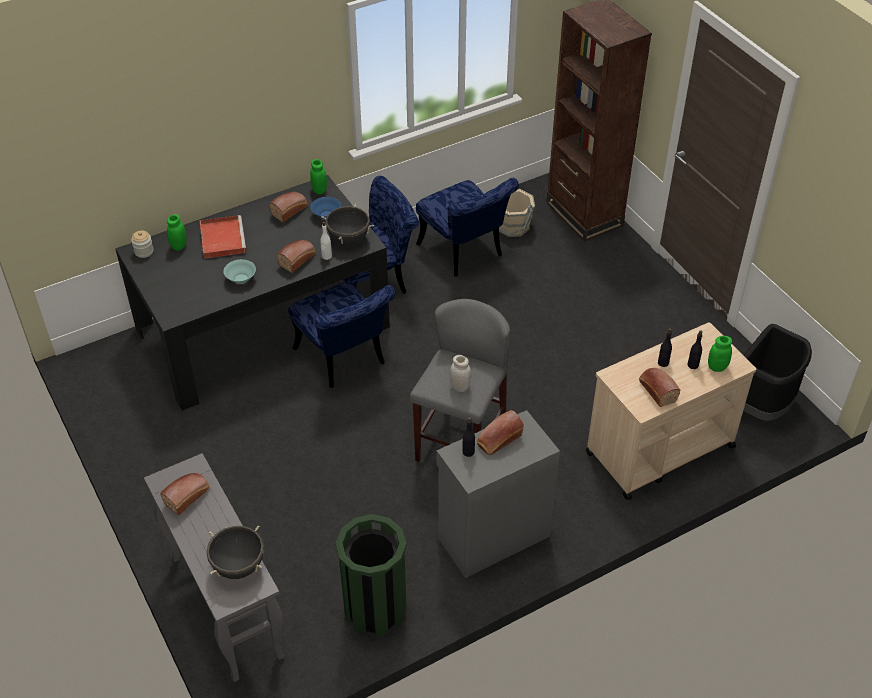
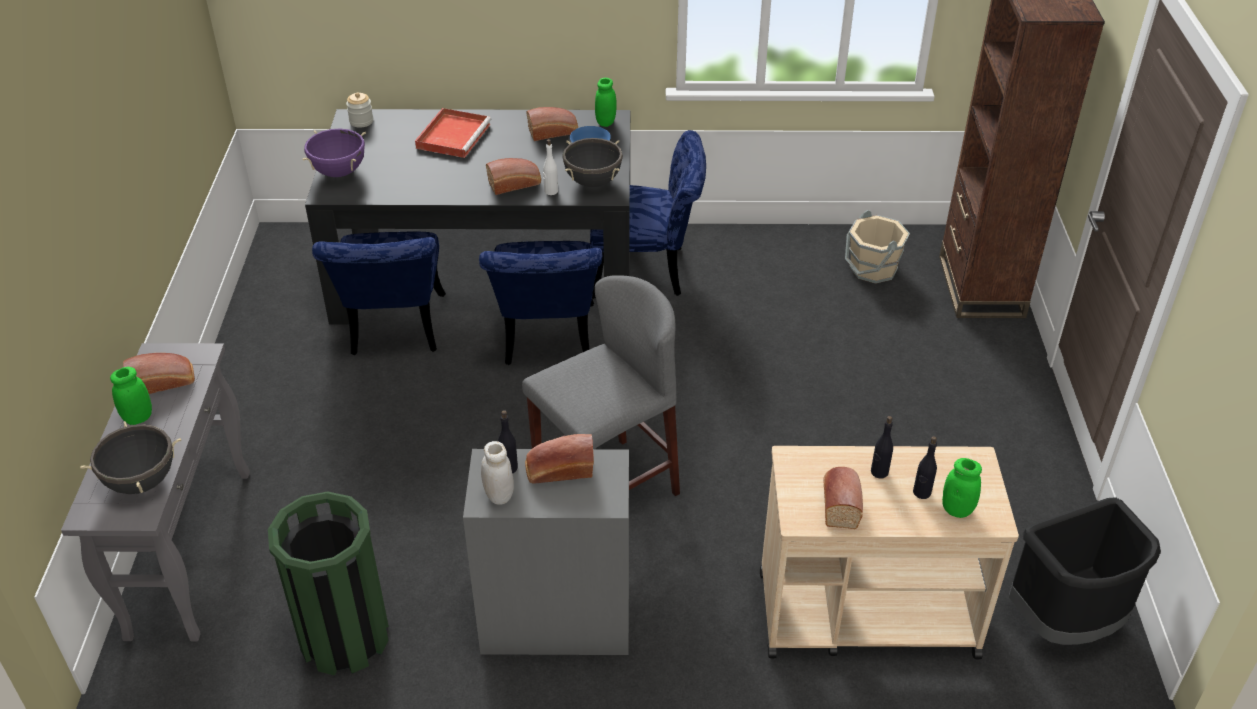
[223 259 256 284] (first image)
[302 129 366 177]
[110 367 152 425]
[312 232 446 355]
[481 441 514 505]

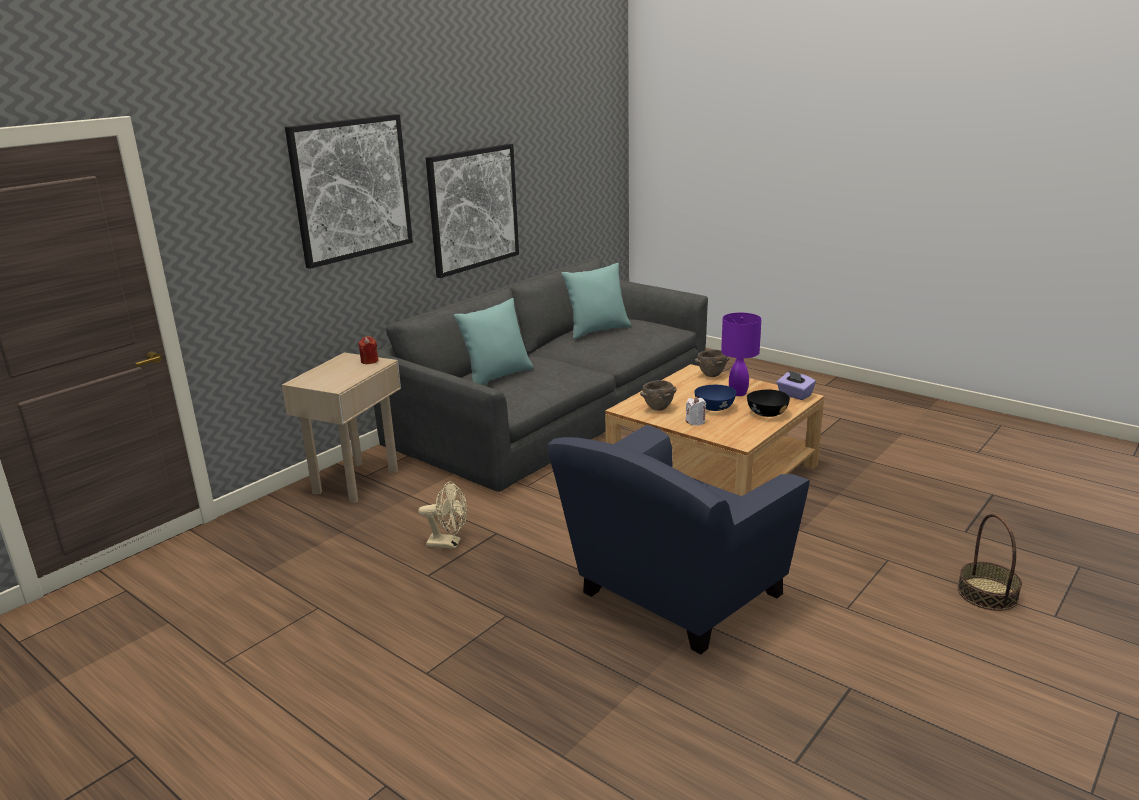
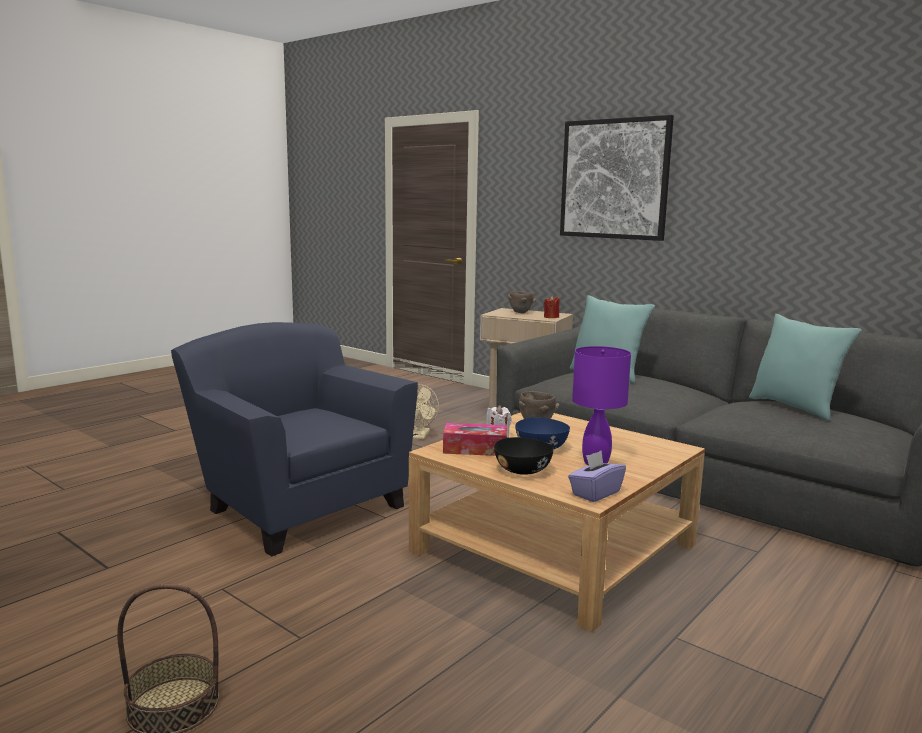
[426 144 519 278] (first image)
[443 423 507 456]
[508 291 536 314]

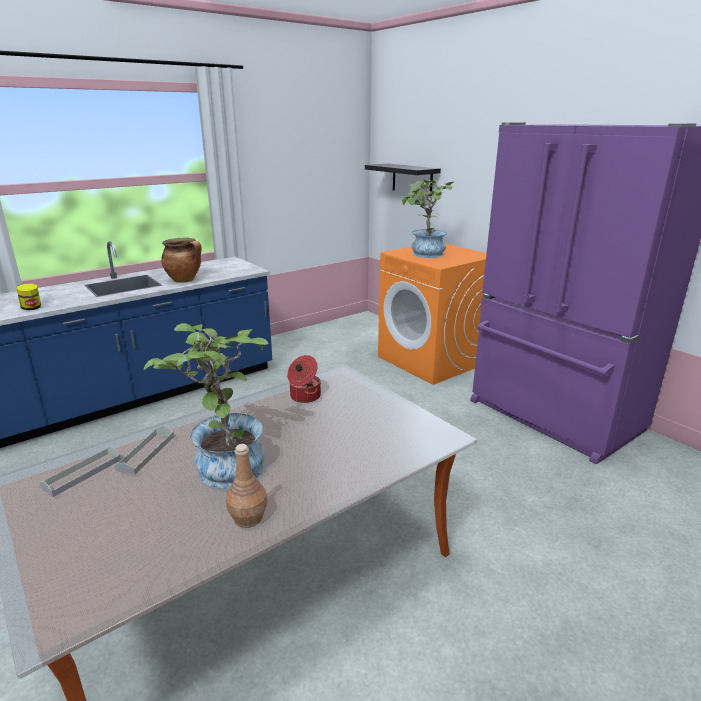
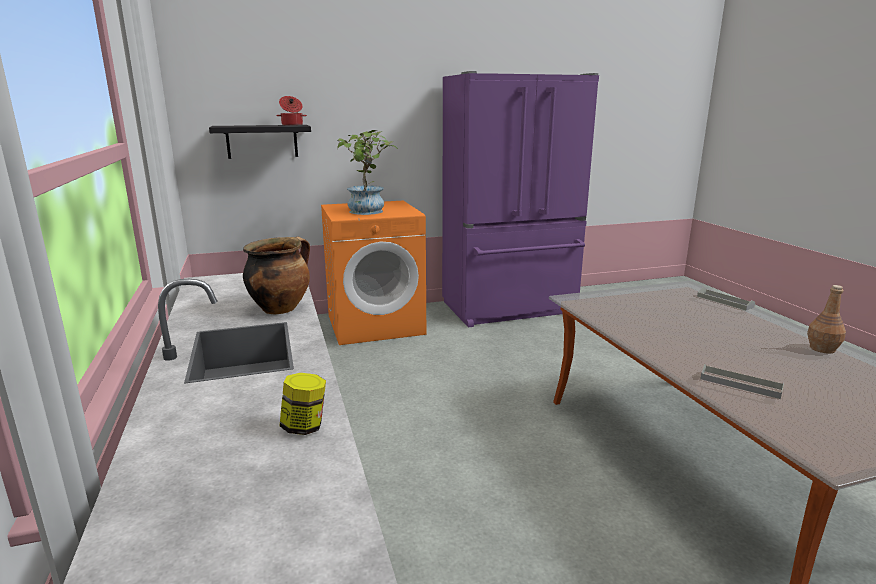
[143 323 268 489] (first image)
[697 287 755 310]
[276 96 307 126]

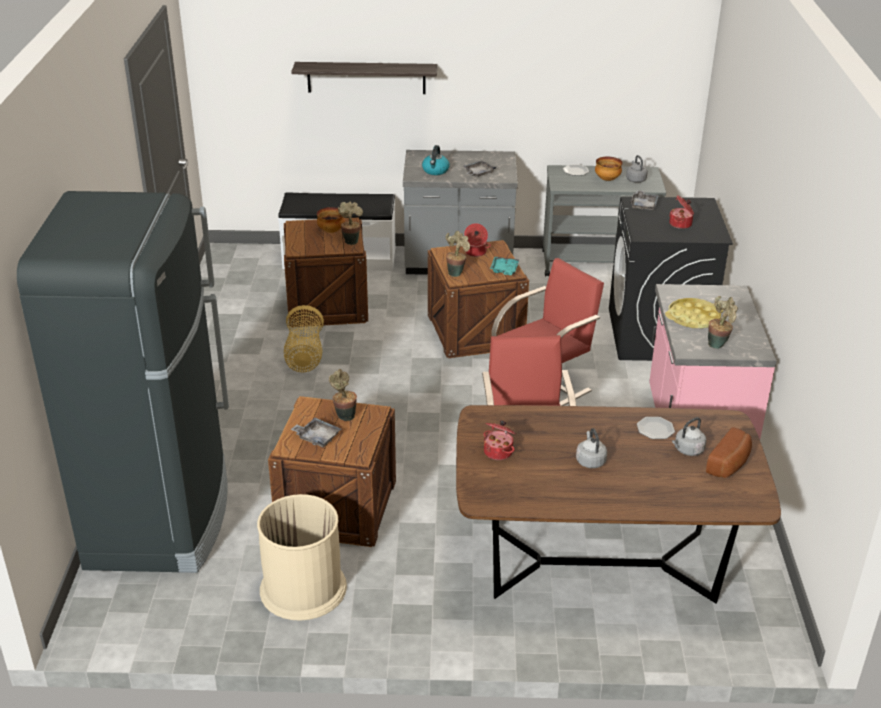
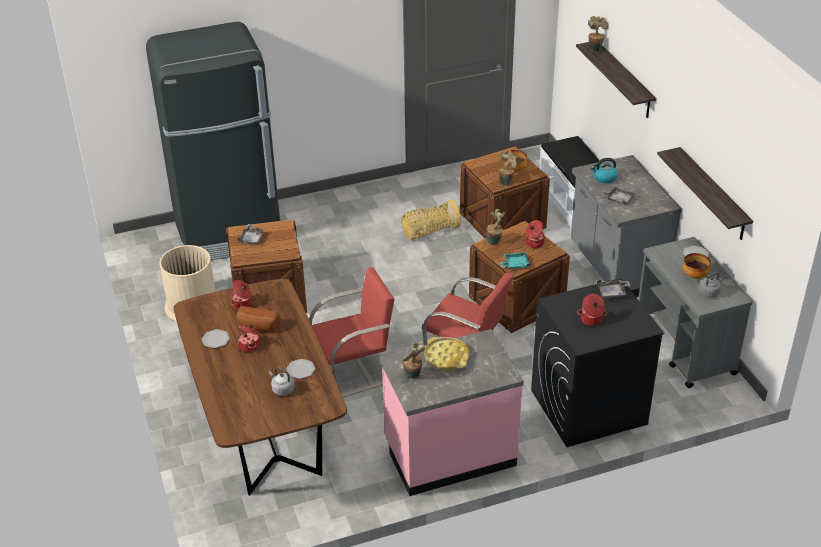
[201 329 230 348]
[657 147 753 240]
[588 16 609 53]
[236 306 280 332]
[237 324 260 352]

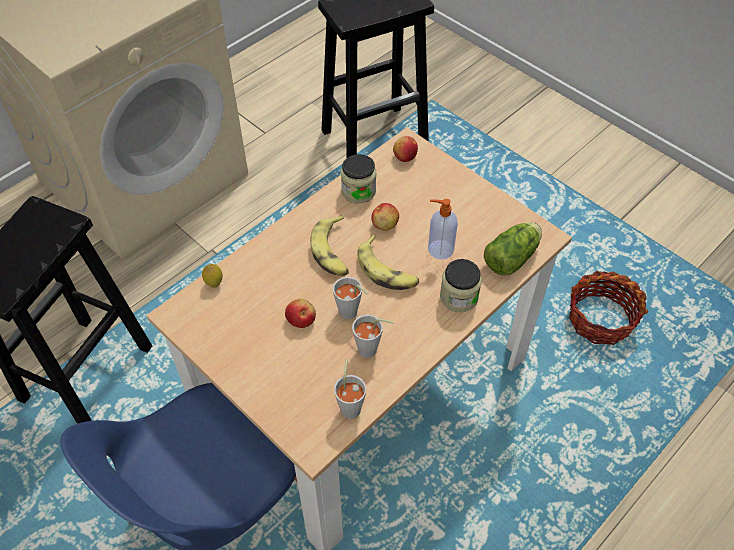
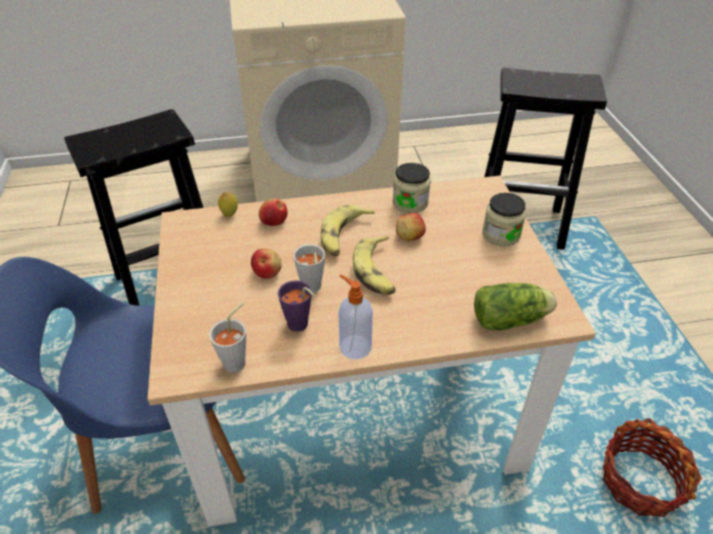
[259 198 288 226]
[338 274 373 360]
[482 193 526 247]
[278 280 316 332]

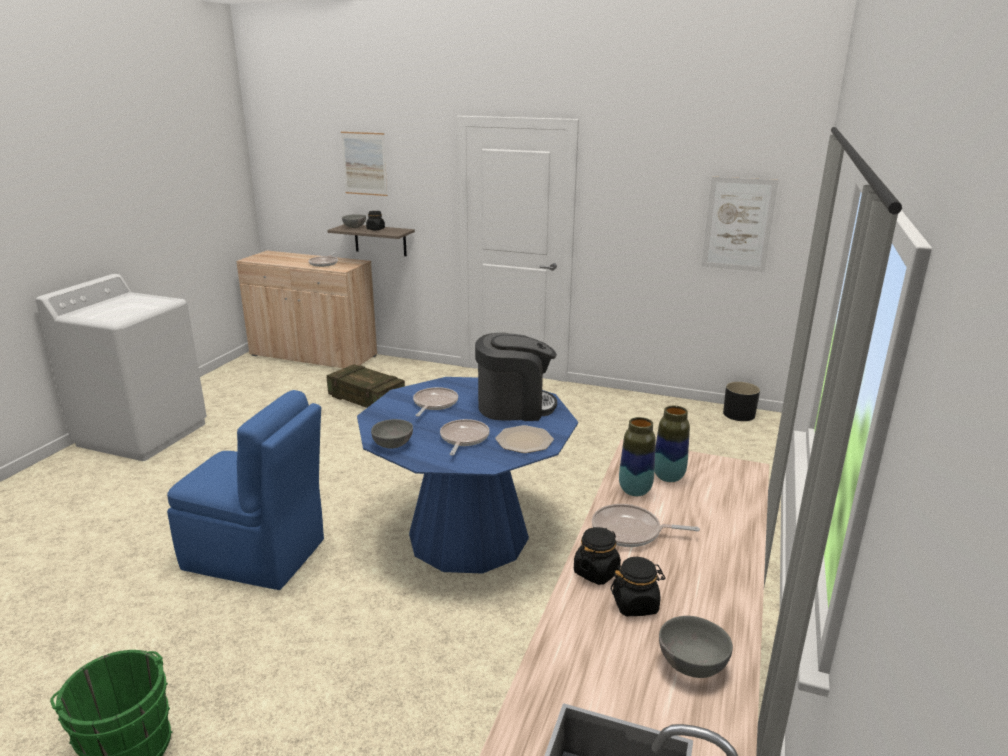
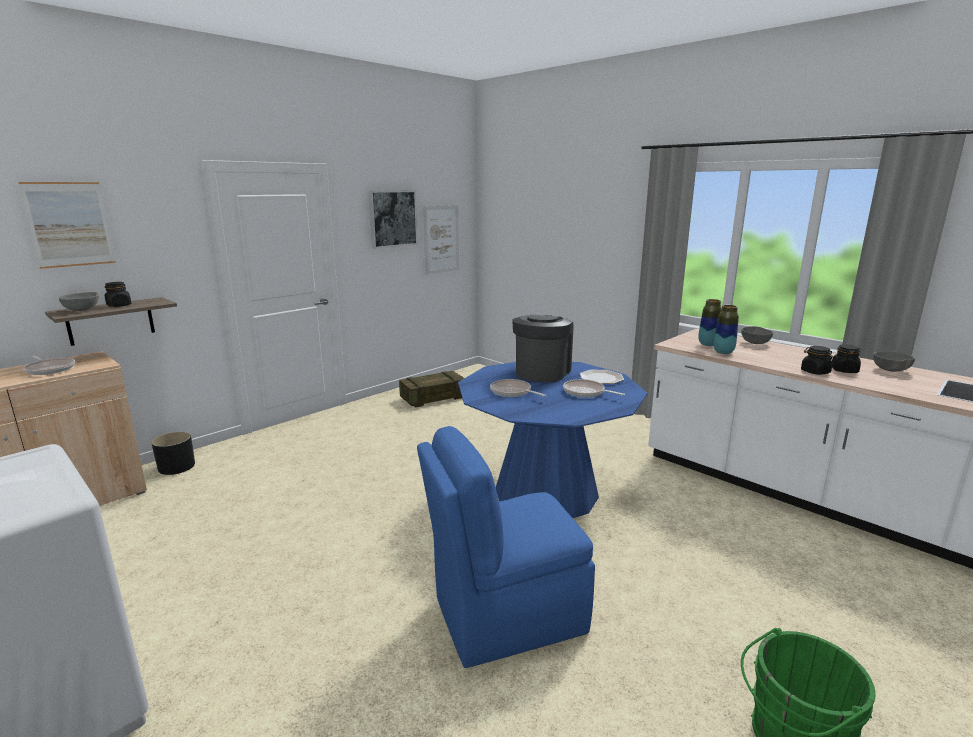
[592 504 700 547] (first image)
[368 190 418 249]
[399 371 464 408]
[741 326 773 344]
[151 432 195 475]
[417 426 595 668]

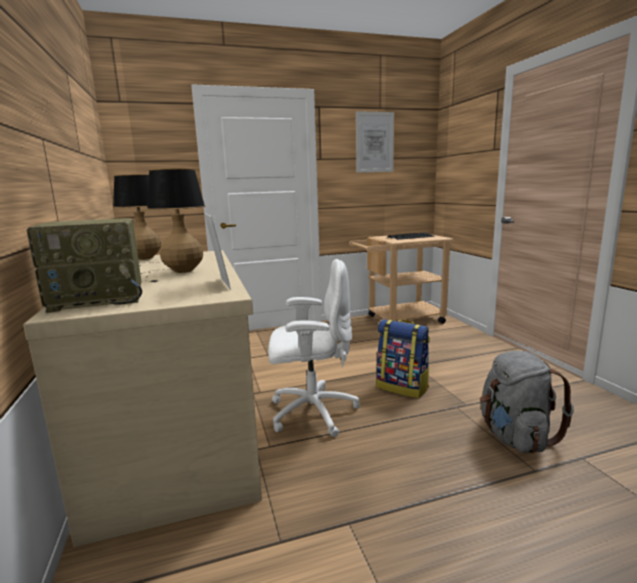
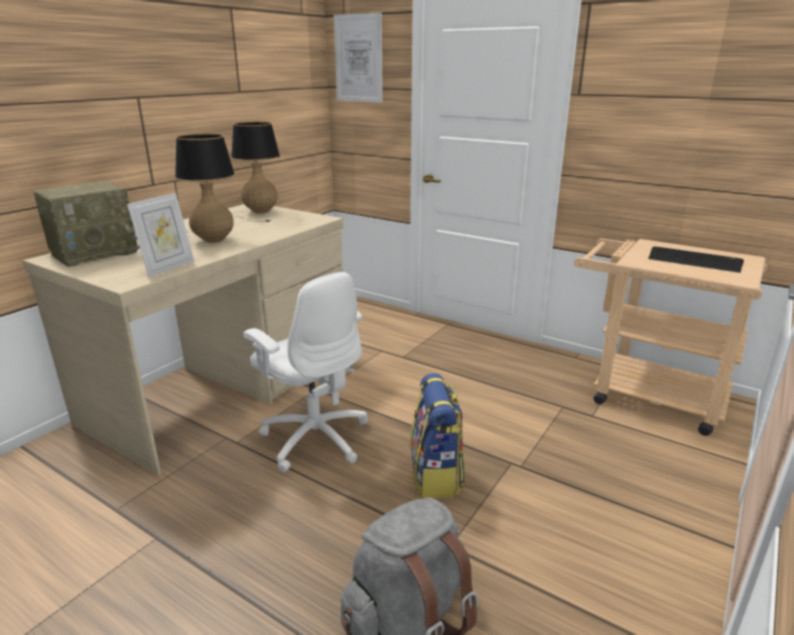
[334 12 383 103]
[33 181 140 267]

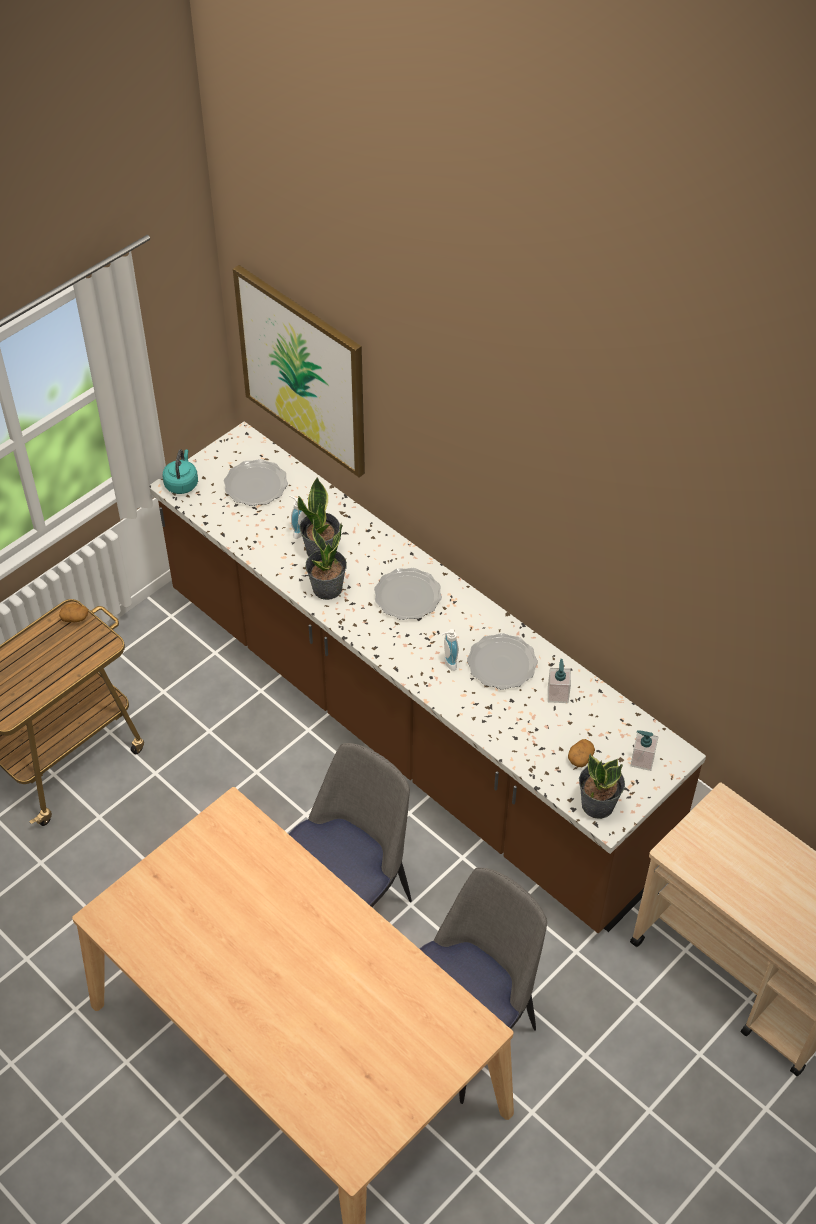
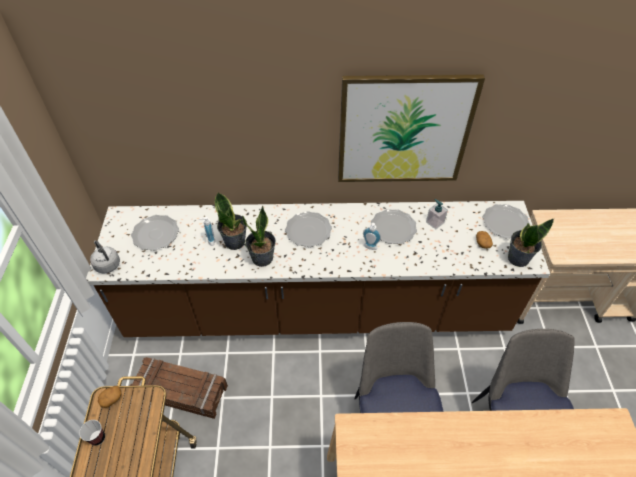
[79 420 105 446]
[130 357 228 419]
[338 74 485 182]
[483 204 530 238]
[90 240 120 274]

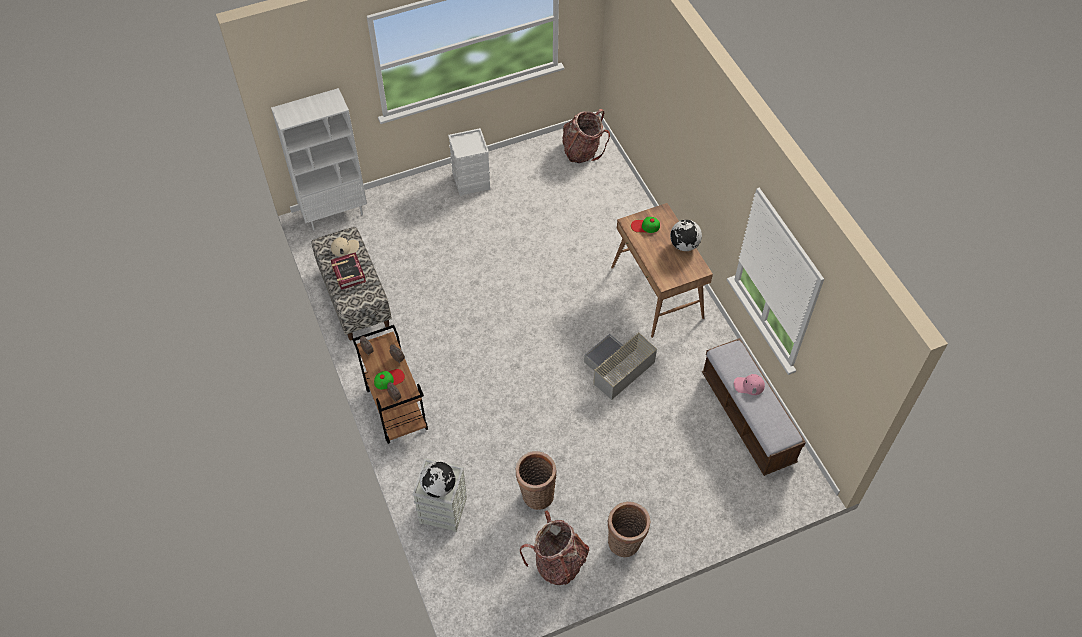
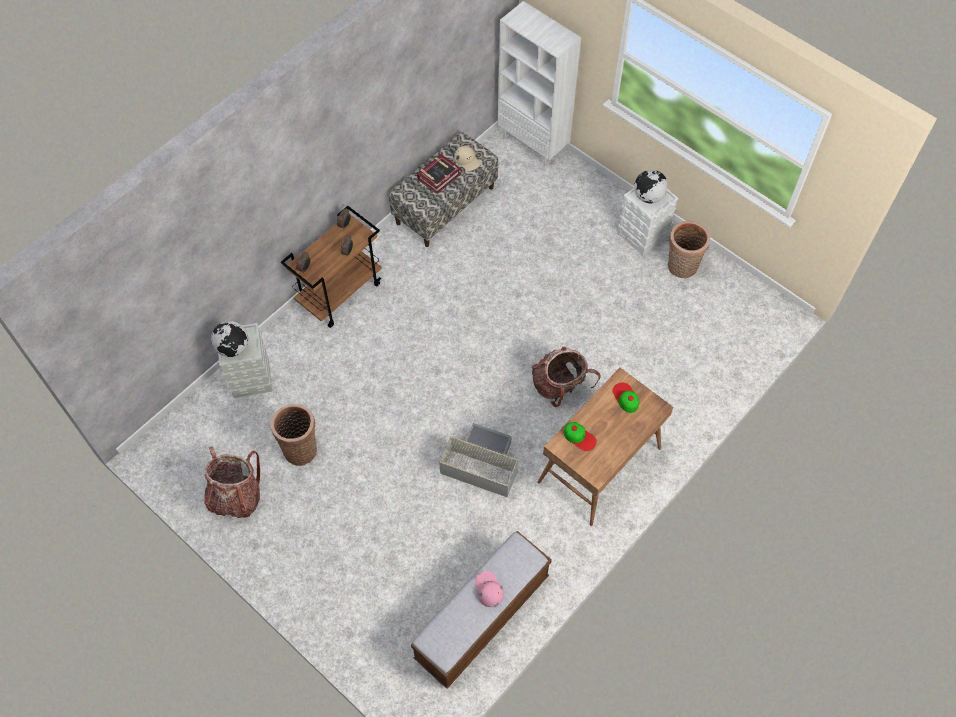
[564 422 597 451]
[532 347 600 407]
[668 221 710 278]
[634 170 668 203]

